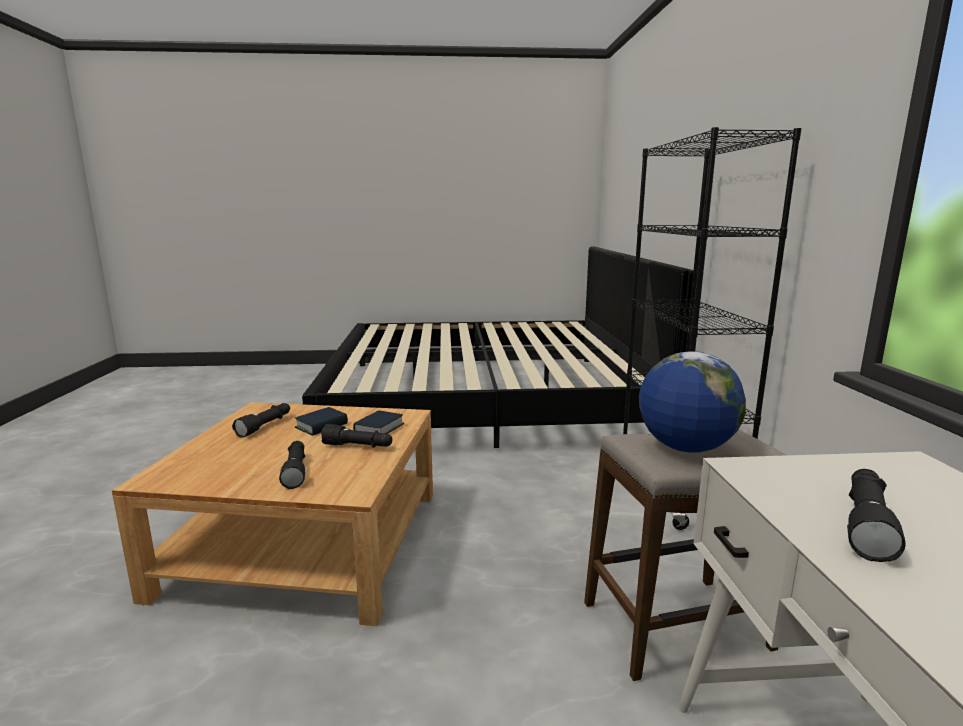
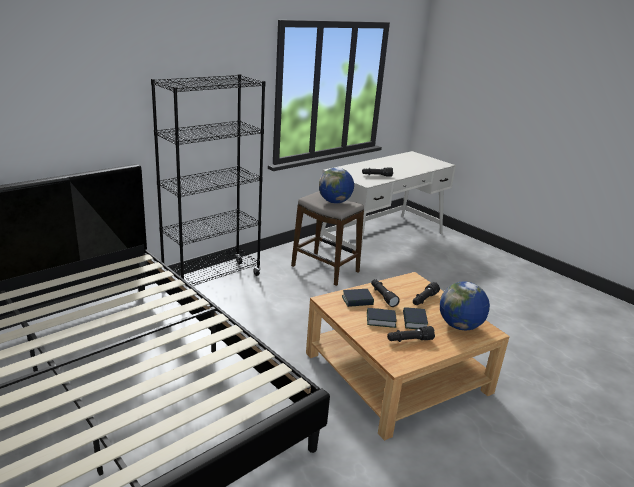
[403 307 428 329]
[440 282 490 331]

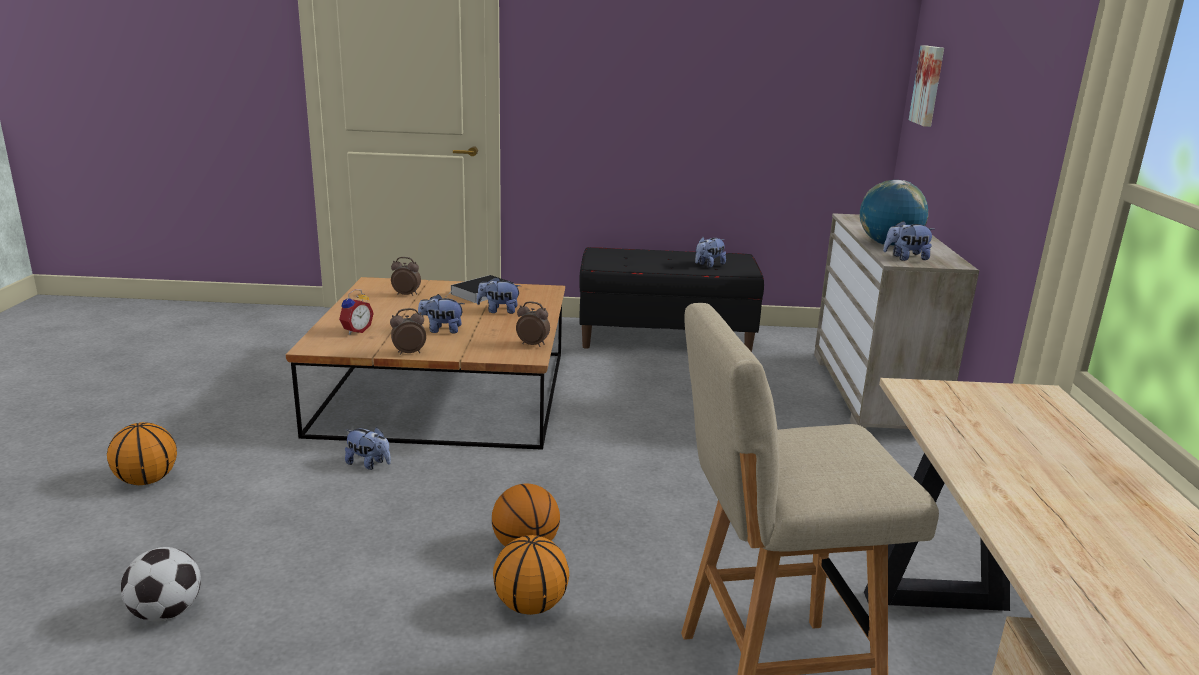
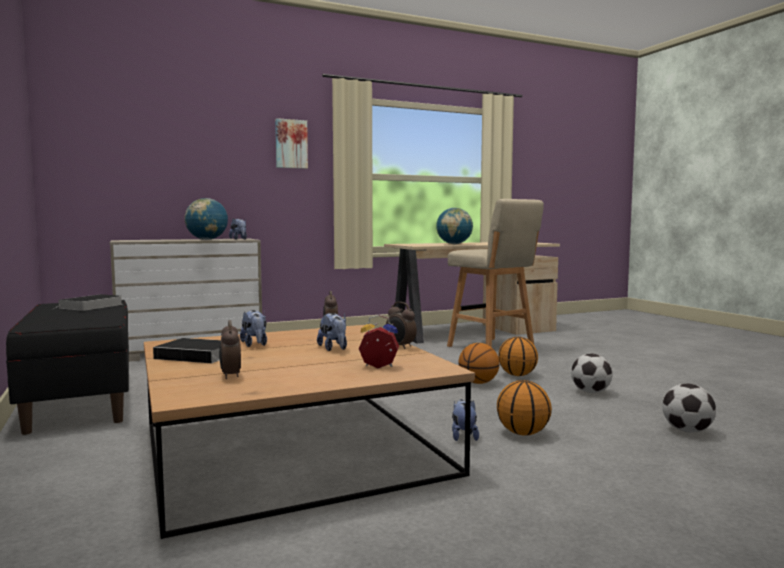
[436 208 473 244]
[571 354 613 393]
[497 380 552 435]
[275 118 308 169]
[52 294 123 311]

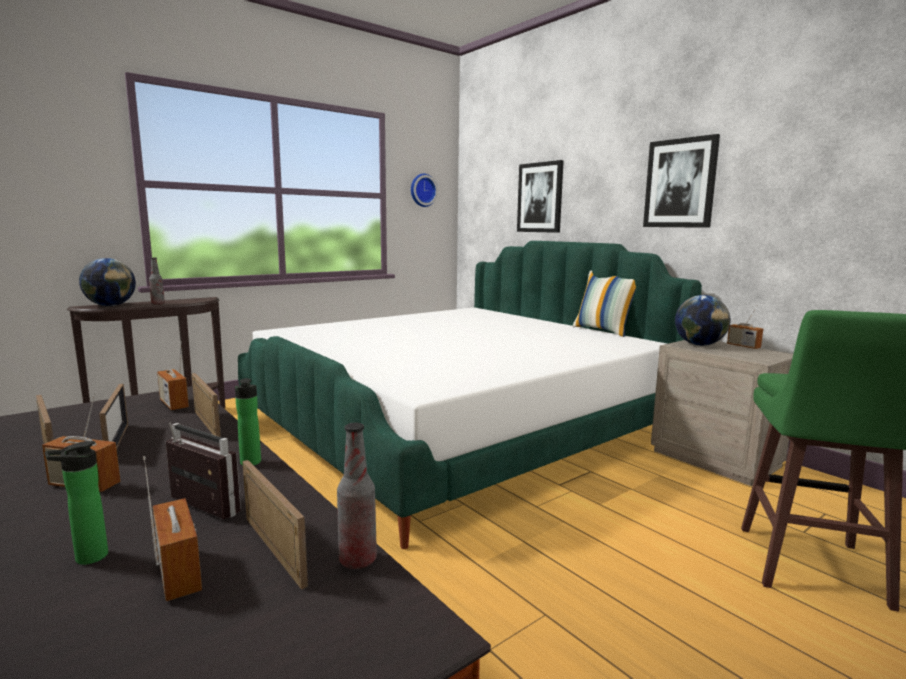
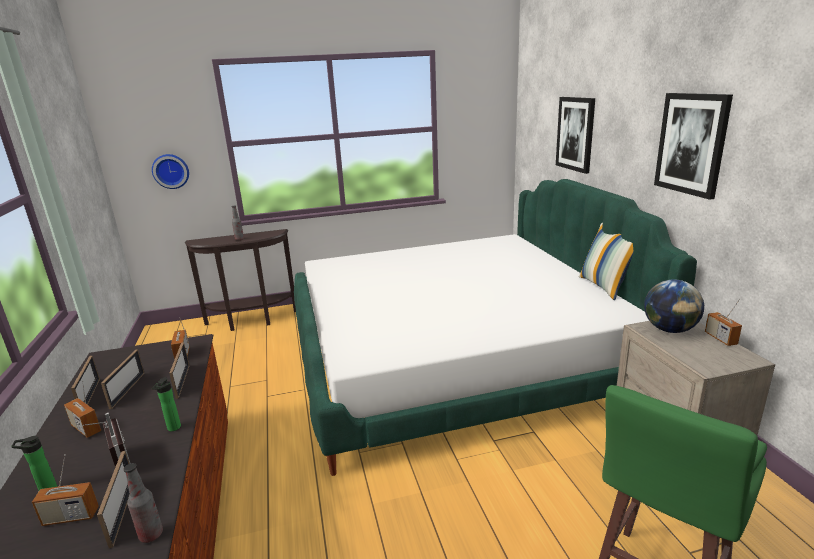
[79 258 136 306] (first image)
[152 154 189 189]
[32 454 99 526]

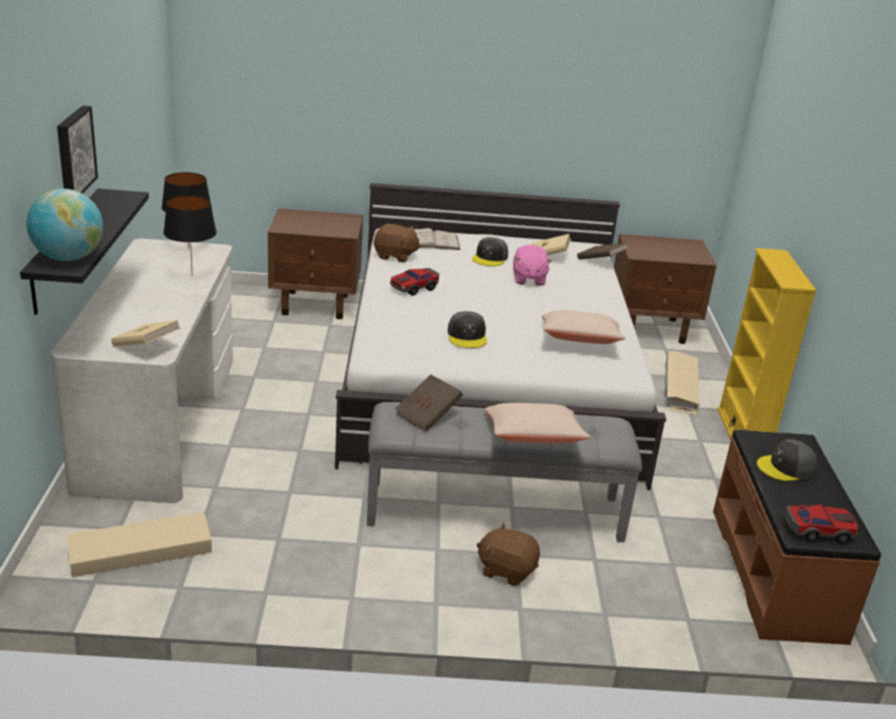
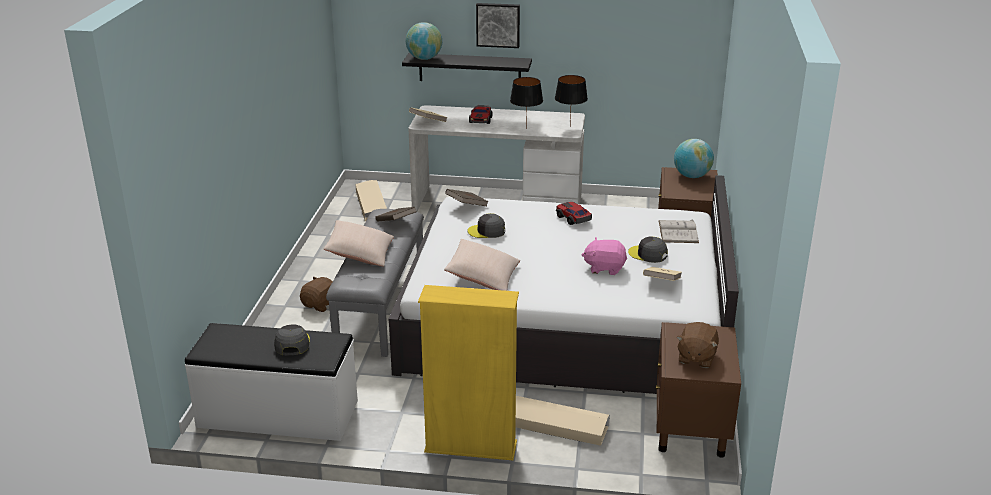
[674 139 714 178]
[676 322 719 368]
[445 189 489 206]
[469 105 492 124]
[185 323 358 441]

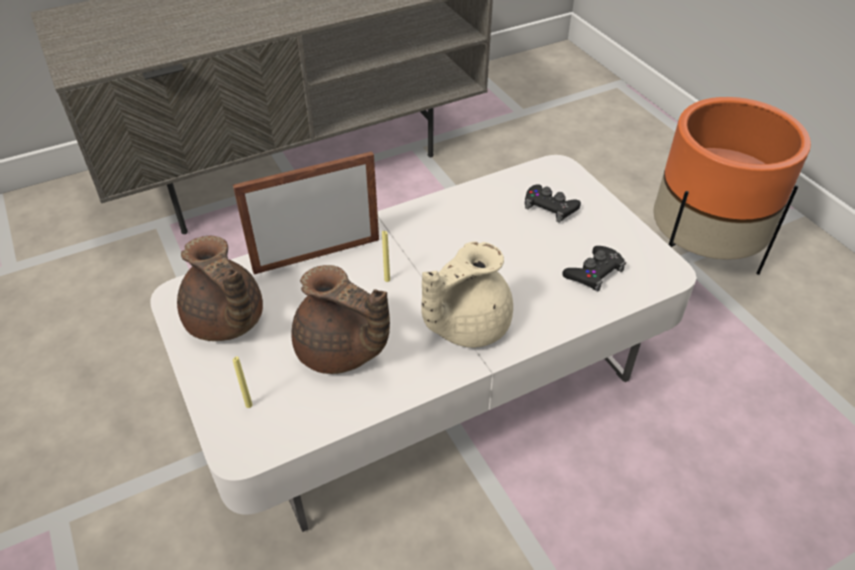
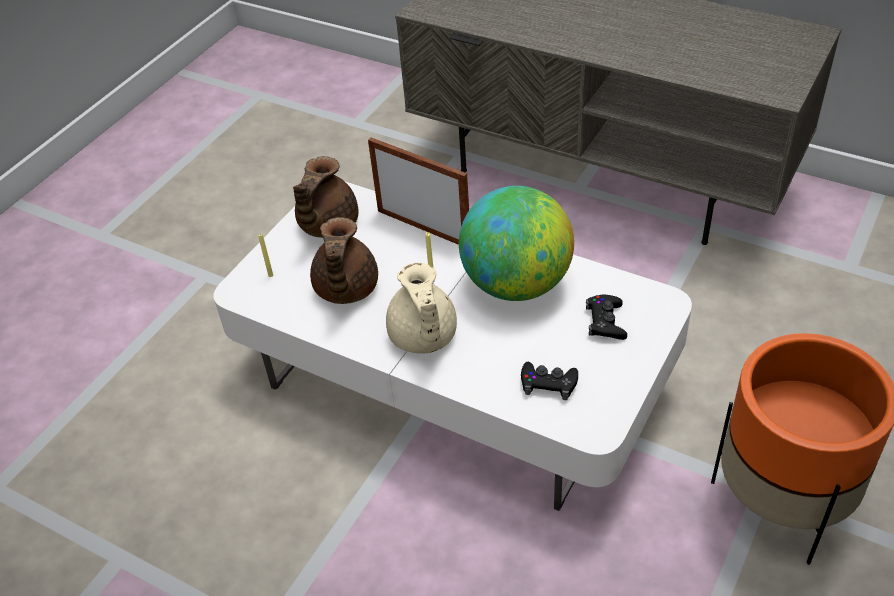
[459 186 574 301]
[386 263 457 354]

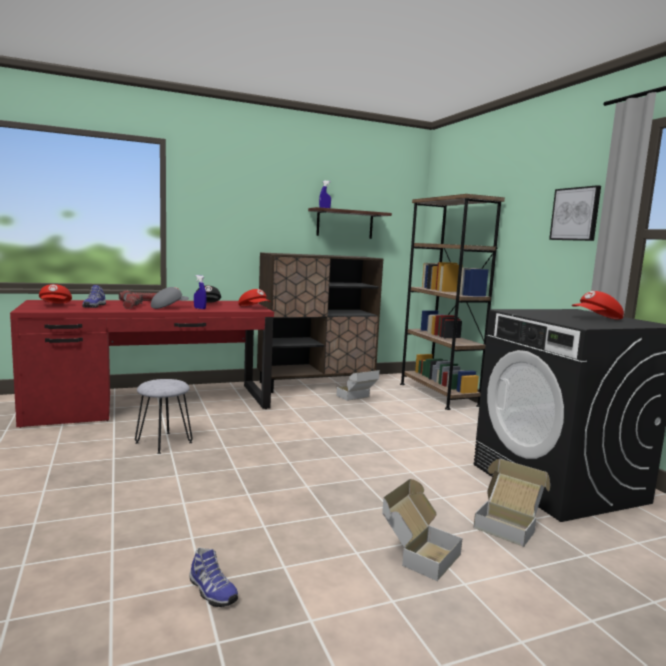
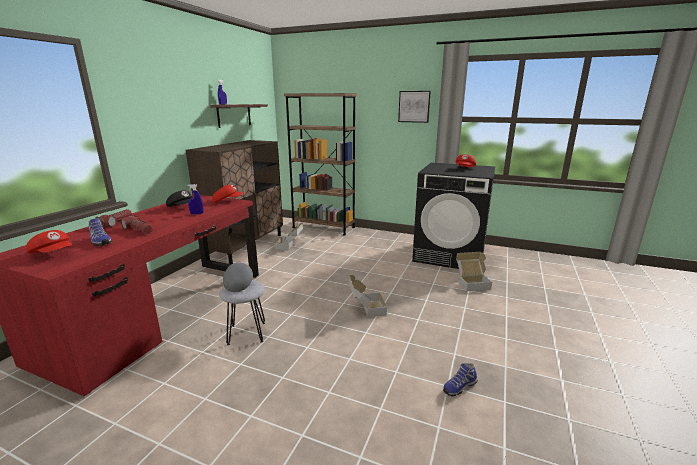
[223 262 253 292]
[349 275 387 317]
[443 363 477 397]

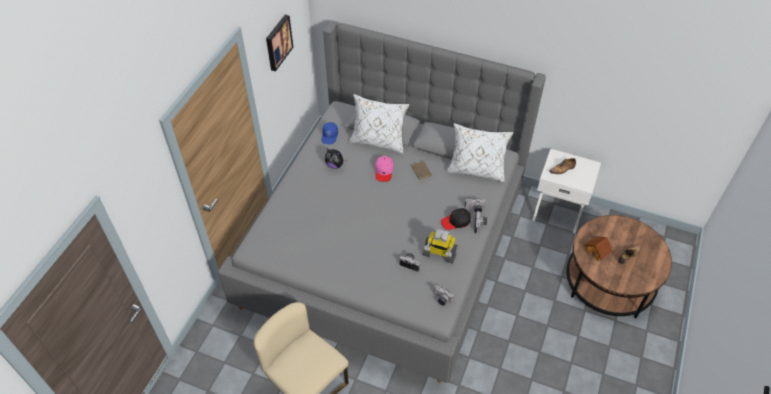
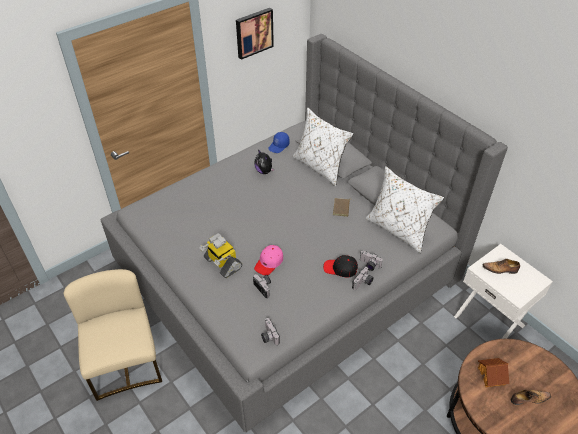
[254 245 283 276]
[199 233 242 278]

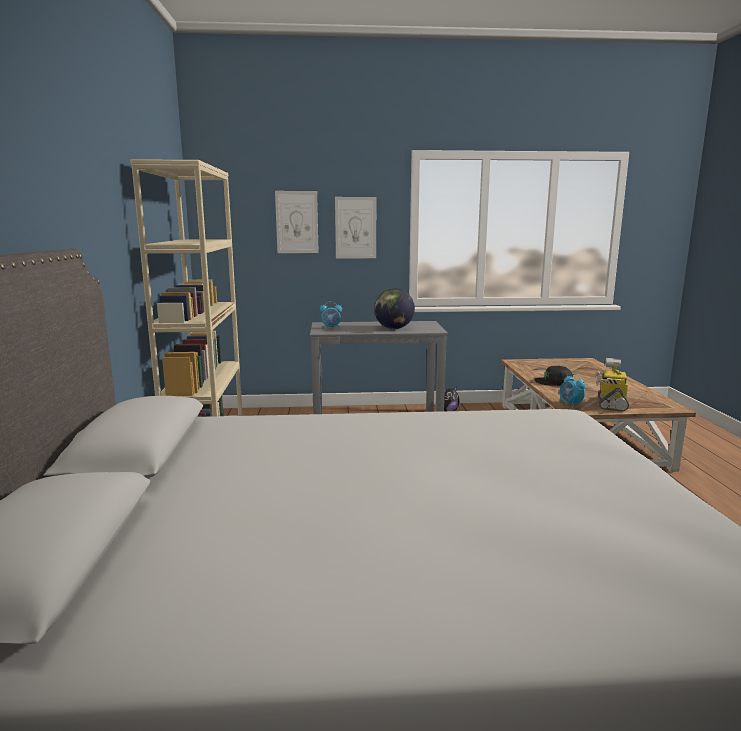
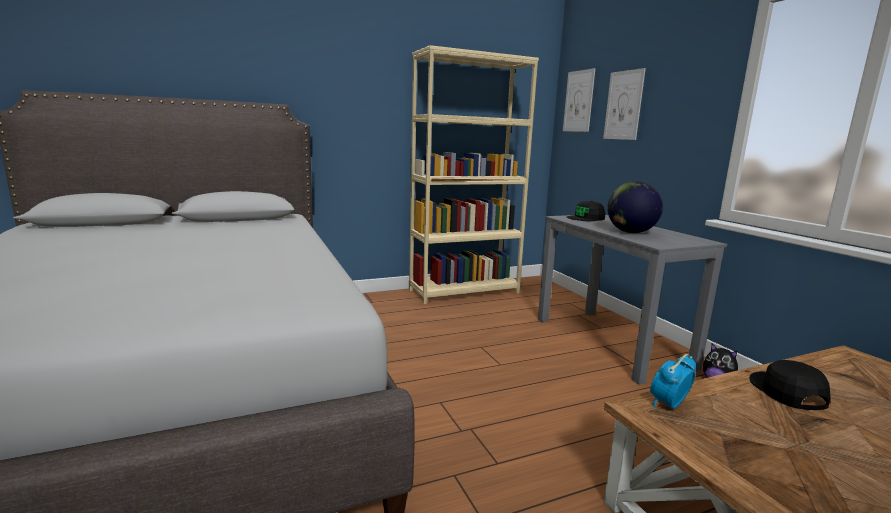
[595 358 629 411] (first image)
[563 68 596 132]
[567 201 605 221]

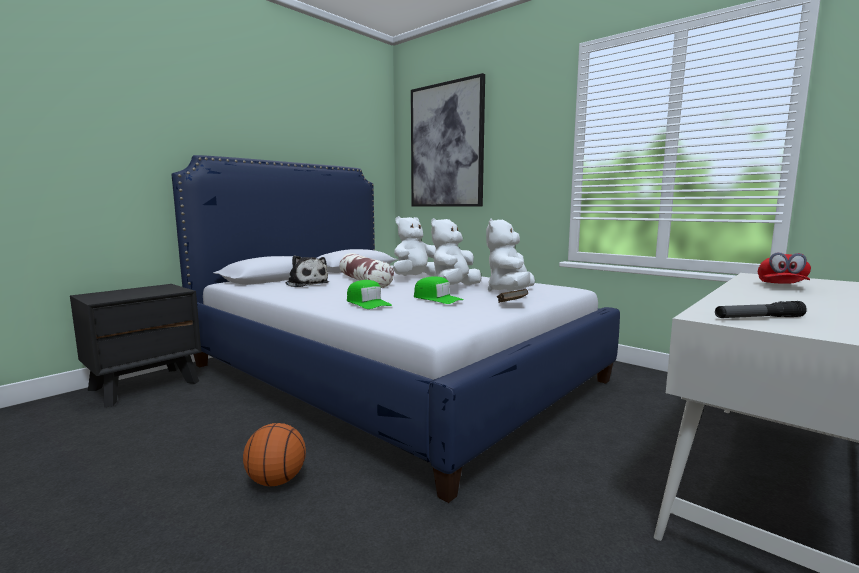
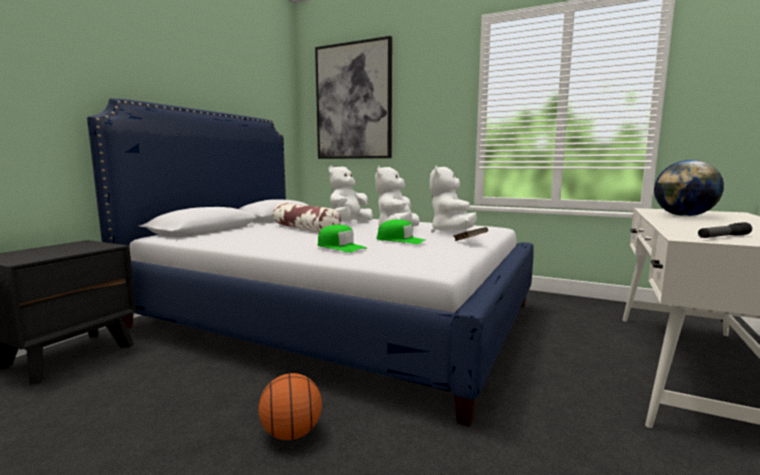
[286 255 329 287] (first image)
[654 160 724 216]

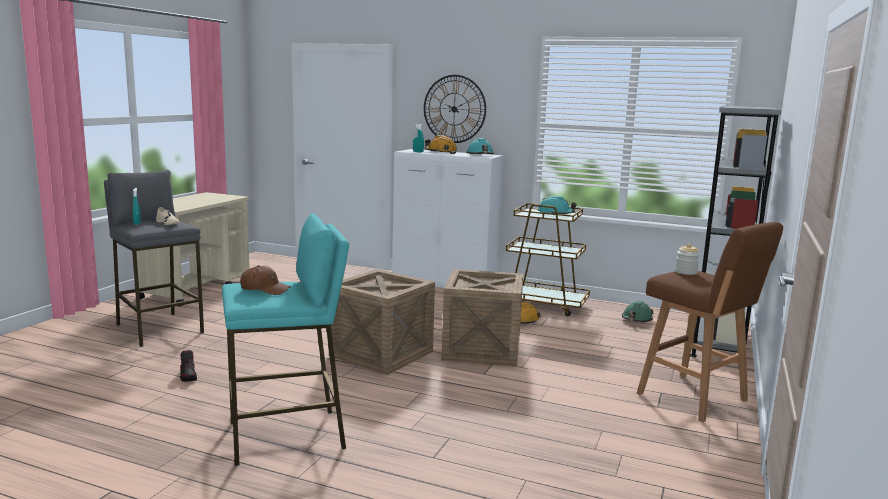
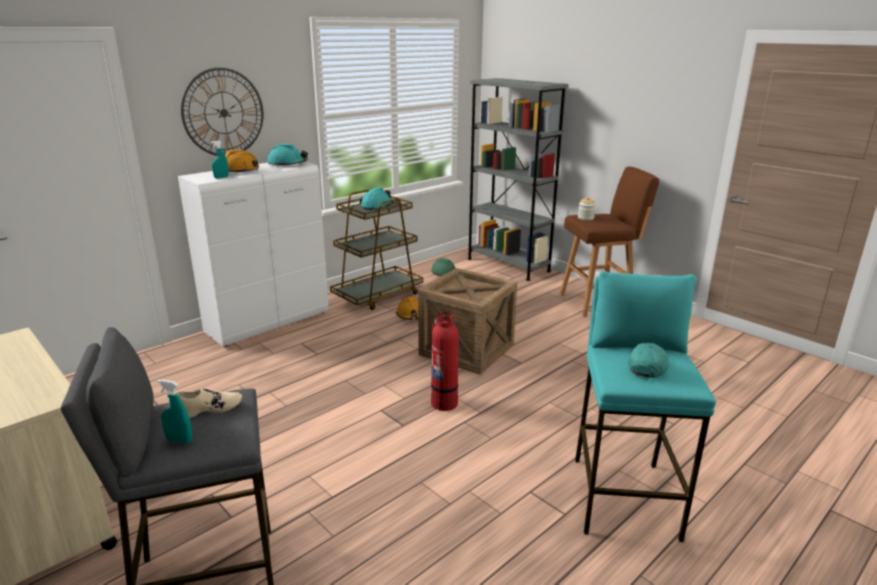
[180 350 197 382] (first image)
[431 312 459 411]
[628 343 671 378]

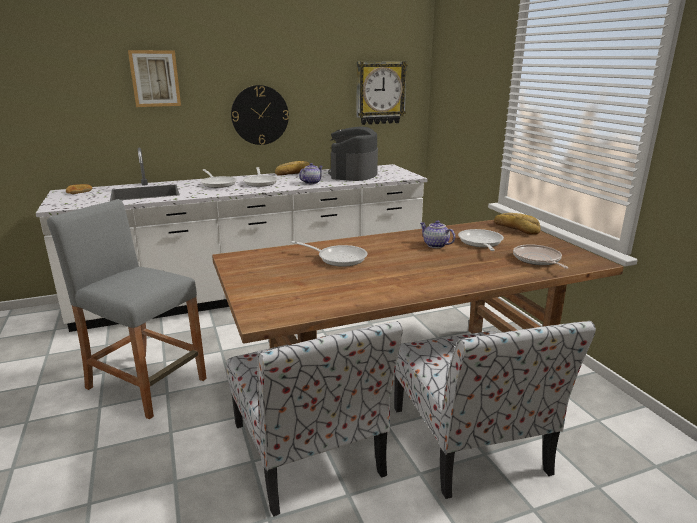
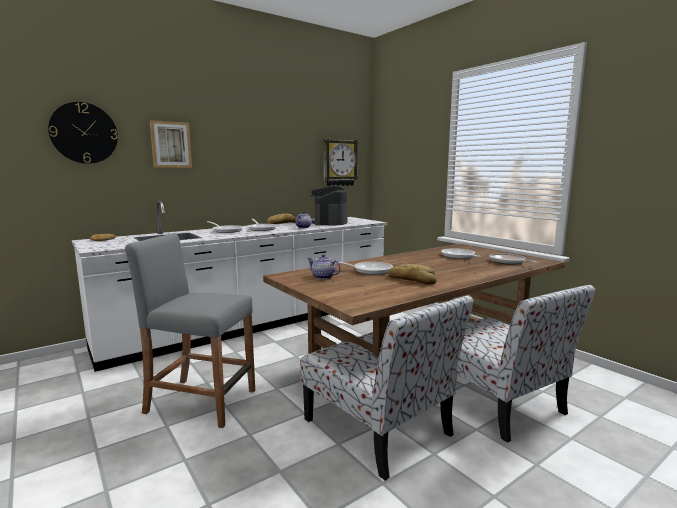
[48 102 118 164]
[307 254 341 279]
[388 264 437 285]

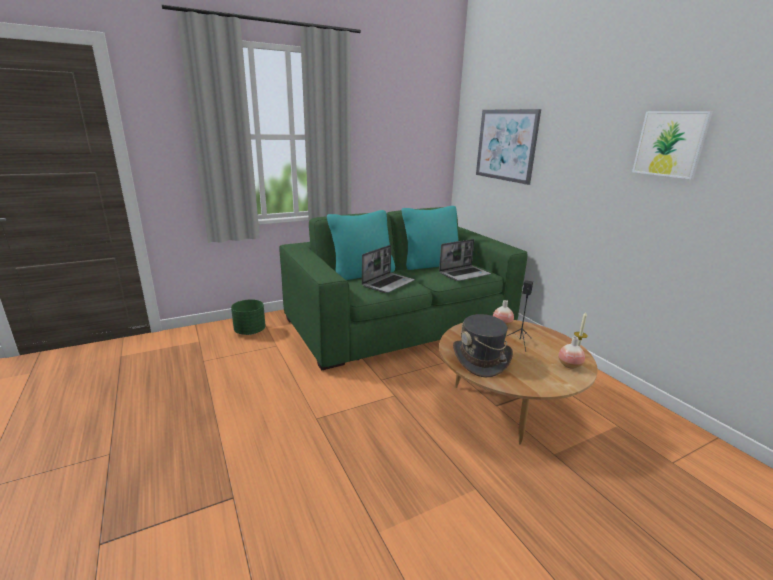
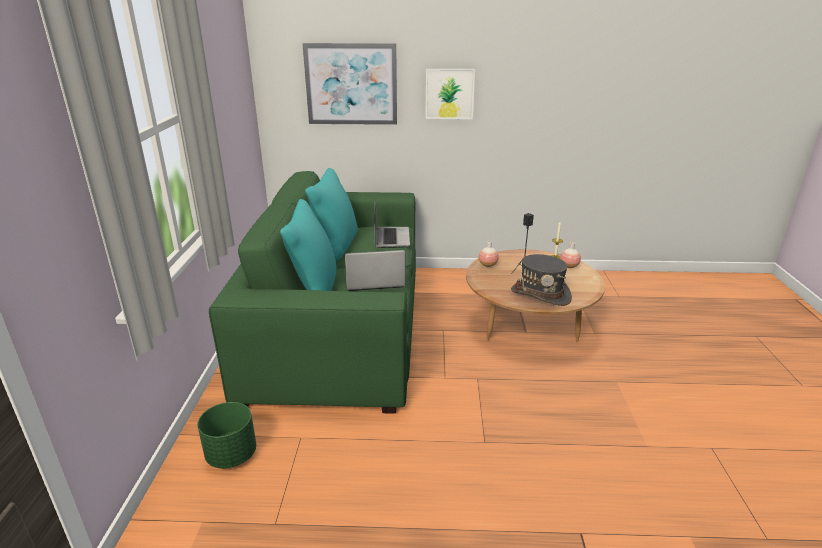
[425 69 475 119]
[345 250 406 291]

